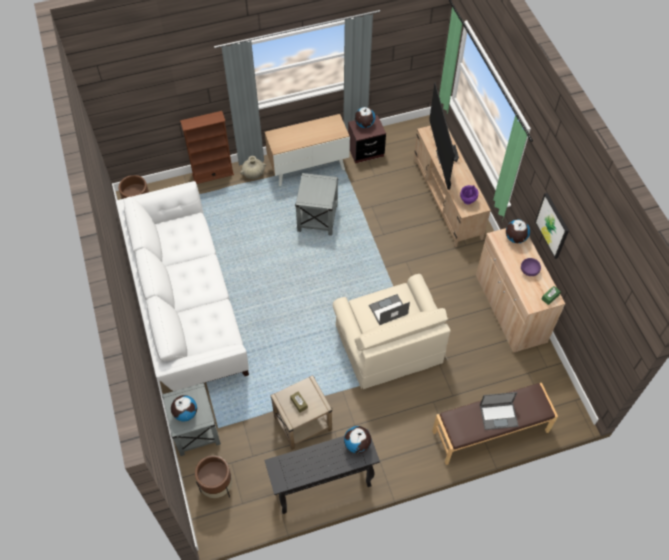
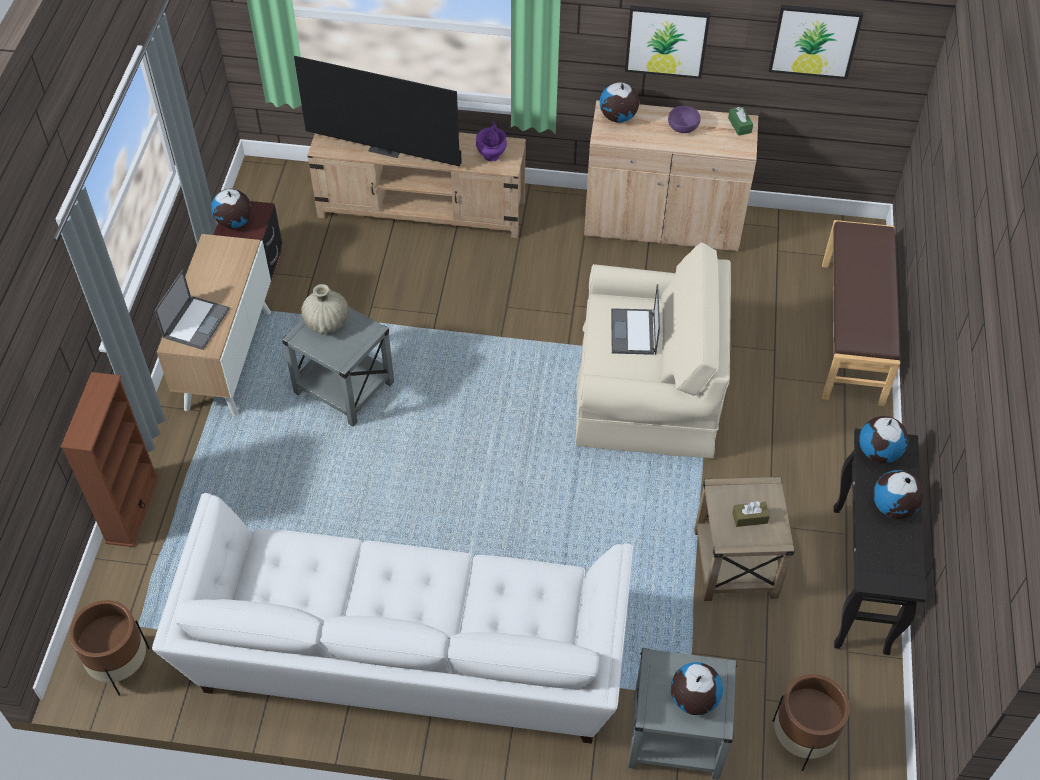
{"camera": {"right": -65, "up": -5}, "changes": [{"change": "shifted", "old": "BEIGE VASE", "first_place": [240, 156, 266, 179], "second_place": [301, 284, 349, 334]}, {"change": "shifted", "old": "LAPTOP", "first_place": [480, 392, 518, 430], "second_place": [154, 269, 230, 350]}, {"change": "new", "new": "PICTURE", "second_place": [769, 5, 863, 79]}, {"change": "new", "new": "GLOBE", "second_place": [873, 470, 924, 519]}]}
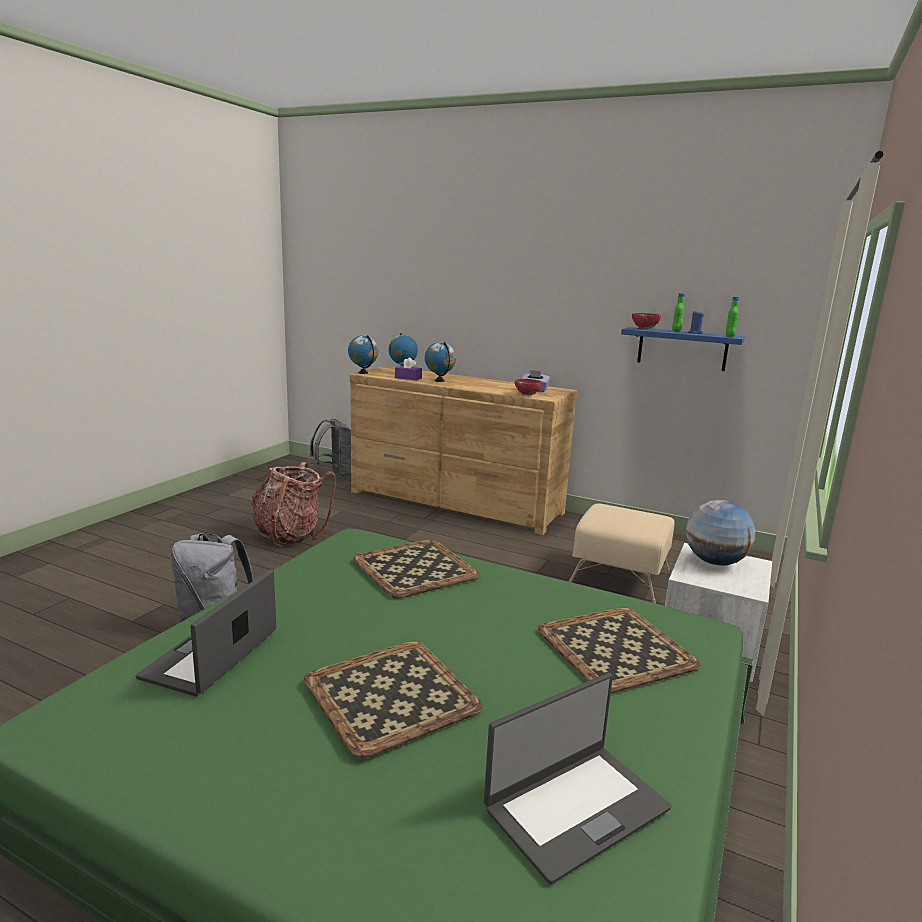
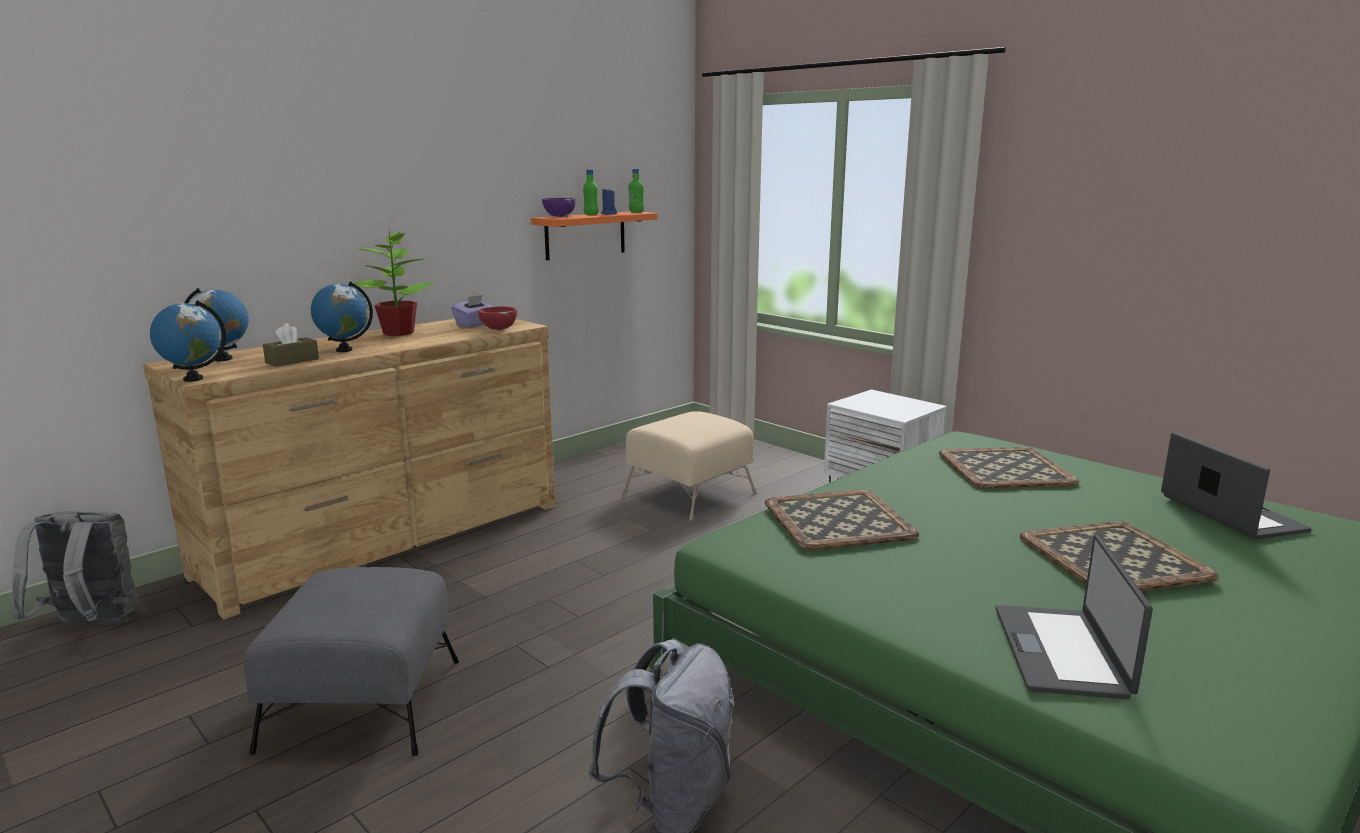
{"camera": {"right": -70, "up": 0}, "changes": [{"change": "rotated", "old": "LAPTOP", "first_place": [136, 569, 276, 696], "second_place": [996, 535, 1153, 699], "degrees": 60}, {"change": "swapped", "old": "BACKPACK", "new": "GREY OTTOMAN", "first_place": [251, 462, 336, 547], "second_place": [243, 567, 459, 756]}, {"change": "repainted", "old": "PURPLE TISSUE BOX", "new": "BROWN TISSUE BOX", "first_place": [395, 357, 422, 380], "second_place": [263, 323, 319, 367]}, {"change": "repainted", "old": "BLUE SHELF", "new": "ORANGE SHELF", "first_place": [621, 327, 745, 371], "second_place": [531, 212, 658, 260]}, {"change": "repainted", "old": "RED BOWL", "new": "PURPLE BOWL", "first_place": [632, 313, 661, 329], "second_place": [542, 198, 576, 217]}, {"change": "gone", "old": "GLOBE", "first_place": [686, 500, 756, 566]}, {"change": "new", "new": "POTTED PLANT", "second_place": [353, 232, 435, 336]}]}
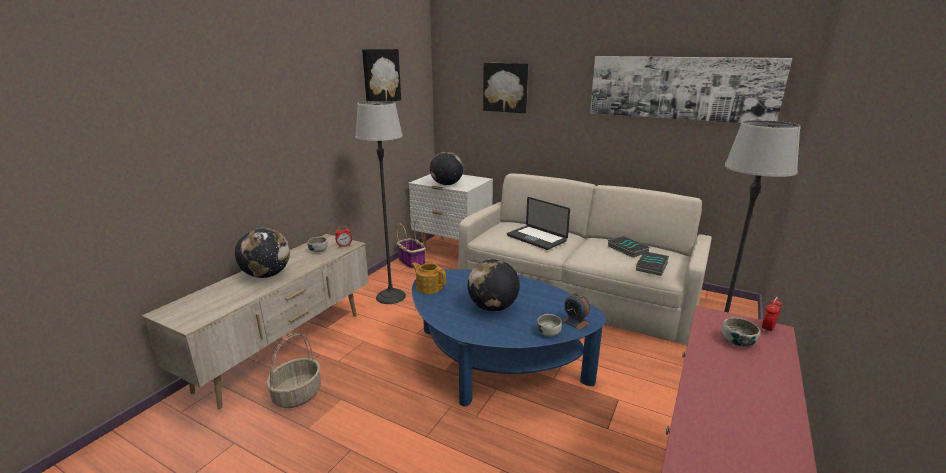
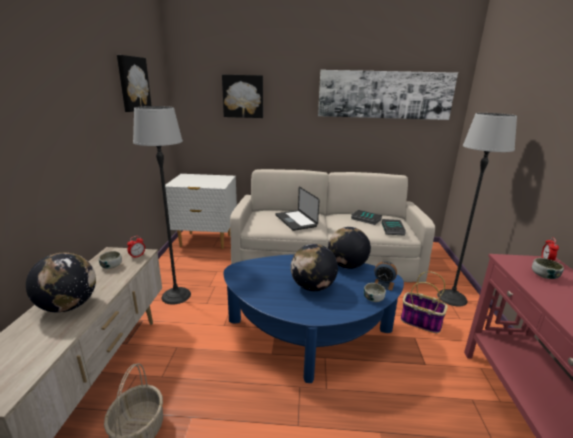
{"camera": {"right": -25, "up": 0}, "changes": [{"change": "shifted", "old": "BASKET", "first_place": [397, 220, 425, 269], "second_place": [401, 271, 448, 333]}, {"change": "gone", "old": "TEAPOT", "first_place": [411, 262, 446, 294]}, {"change": "shifted", "old": "GLOBE", "first_place": [430, 151, 463, 185], "second_place": [328, 227, 371, 269]}, {"change": "rotated", "old": "LAPTOP", "first_place": [507, 197, 570, 250], "second_place": [276, 187, 320, 231], "degrees": 45}]}
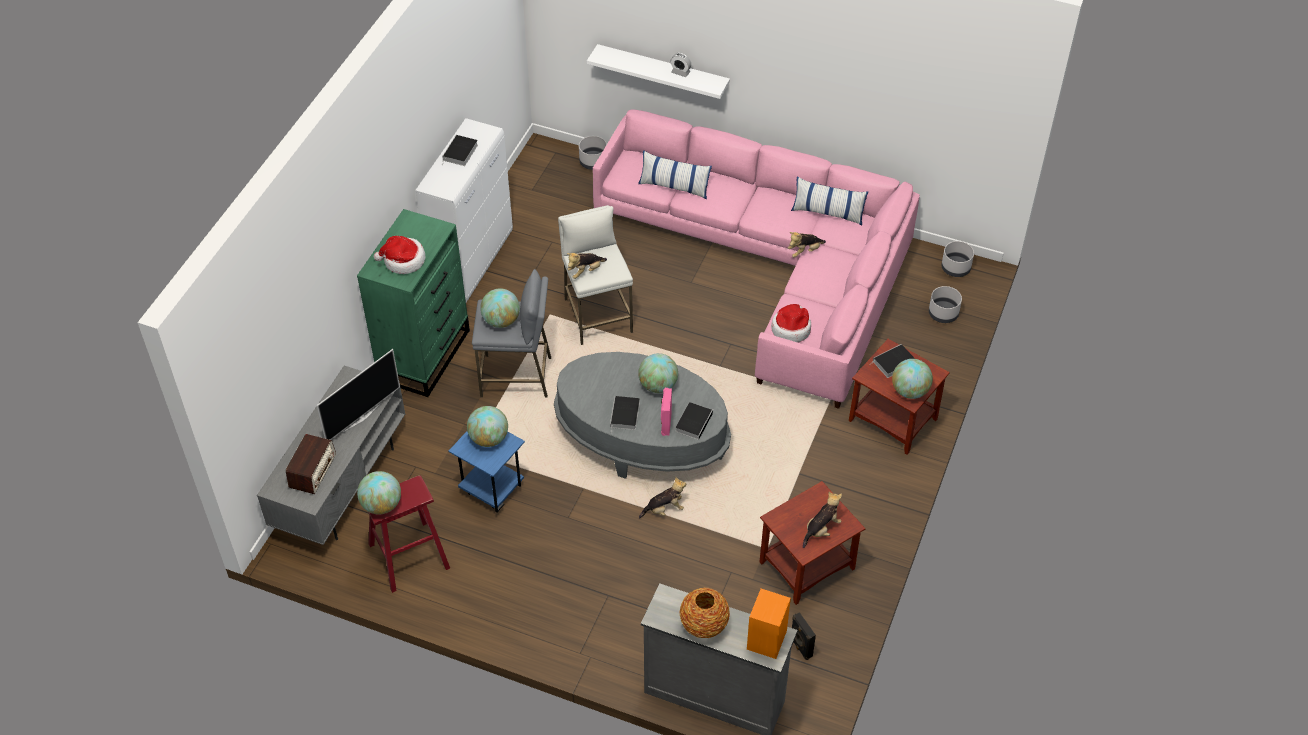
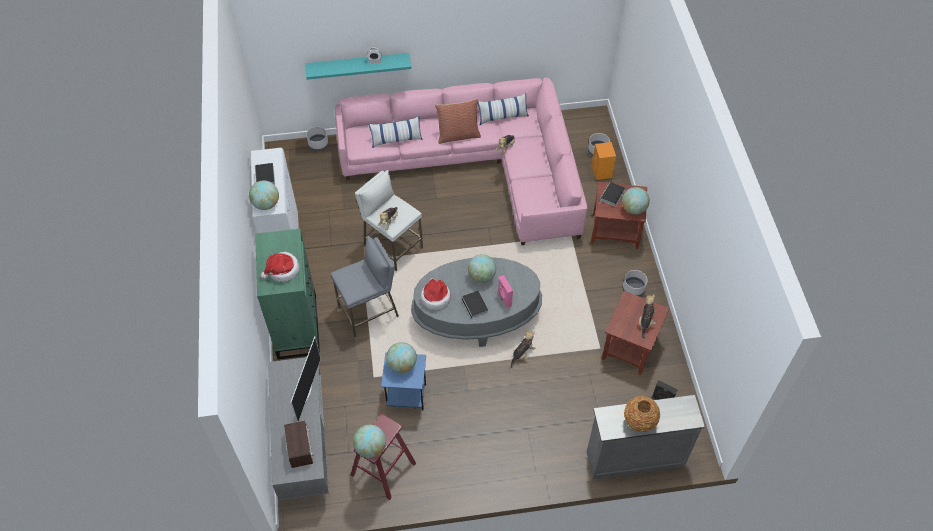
{"camera": {"right": -30, "up": 5}, "changes": [{"change": "shifted", "old": "GLOBE", "first_place": [480, 288, 520, 328], "second_place": [249, 180, 279, 210]}, {"change": "repainted", "old": "WHITE SHELF", "new": "TURQUOISE SHELF", "first_place": [587, 44, 730, 99], "second_place": [305, 53, 411, 80]}, {"change": "gone", "old": "BOOK", "first_place": [676, 402, 714, 440]}, {"change": "shifted", "old": "ORANGE SPEAKER", "first_place": [747, 589, 791, 659], "second_place": [592, 142, 616, 180]}, {"change": "shifted", "old": "HAT", "first_place": [771, 304, 811, 342], "second_place": [421, 278, 451, 310]}, {"change": "shifted", "old": "GREY PLANTER", "first_place": [941, 241, 974, 277], "second_place": [623, 270, 647, 297]}, {"change": "new", "new": "PILLOW", "second_place": [435, 99, 481, 144]}]}
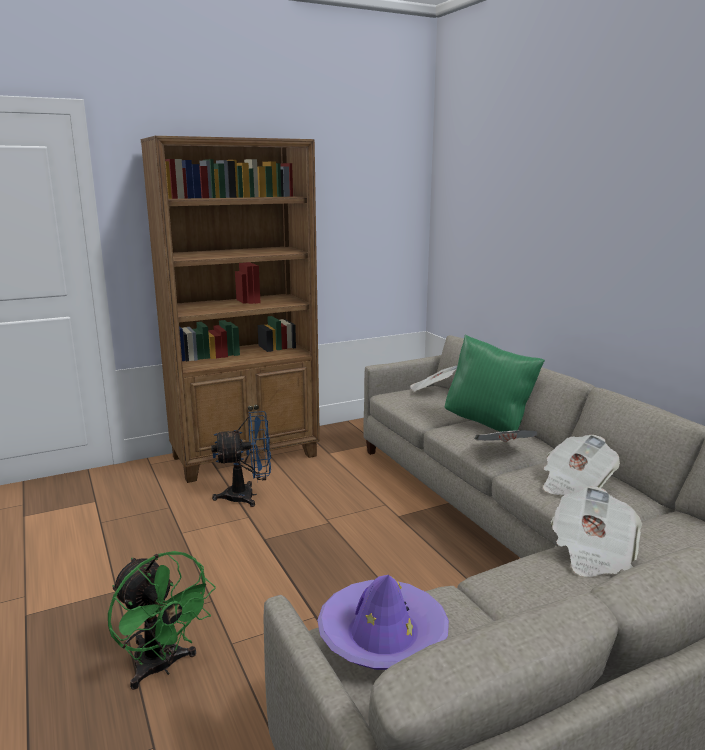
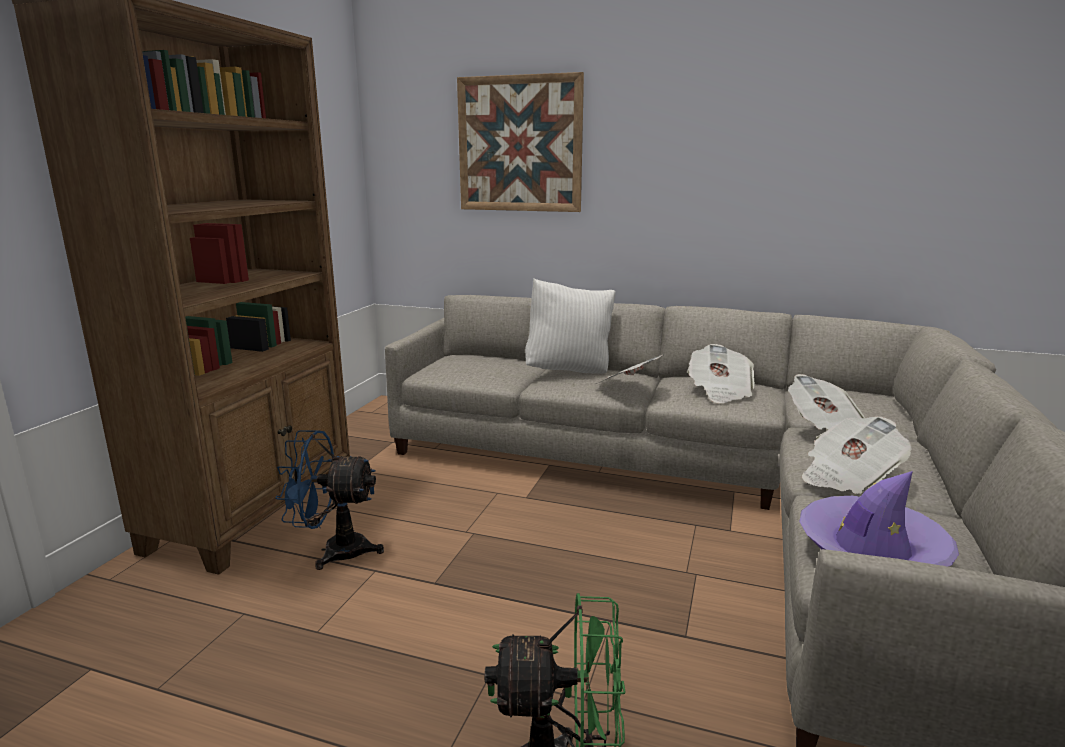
{"camera": {"right": -45, "up": 0}, "changes": [{"change": "rotated", "old": "BLUE FAN", "first_place": [211, 411, 271, 507], "second_place": [275, 430, 384, 570], "degrees": -120}, {"change": "shifted", "old": "NEWSPAPER", "first_place": [410, 365, 458, 392], "second_place": [802, 417, 911, 494]}, {"change": "repainted", "old": "GREEN PILLOW", "new": "WHITE PILLOW", "first_place": [445, 334, 545, 432], "second_place": [525, 278, 616, 373]}, {"change": "new", "new": "PICTURE", "second_place": [457, 72, 584, 212]}]}
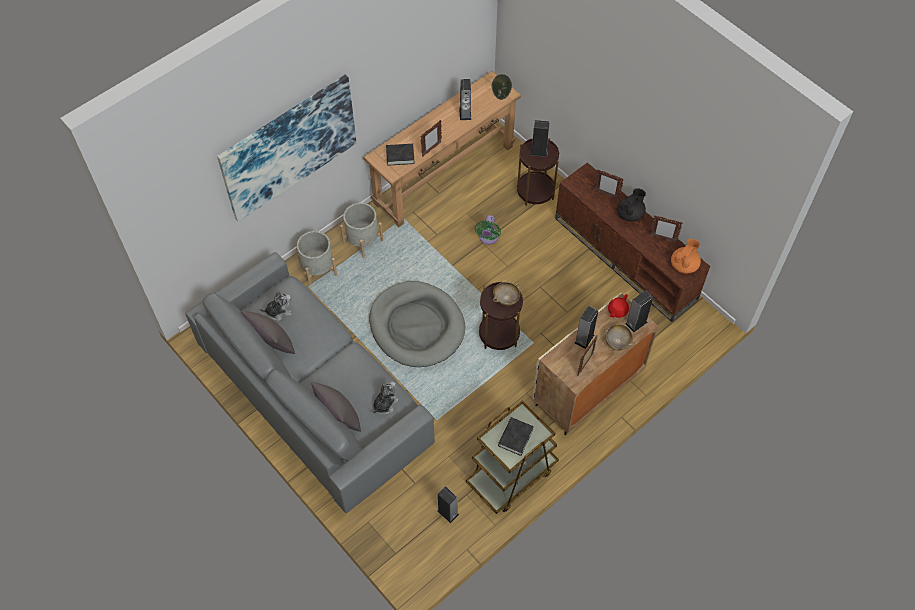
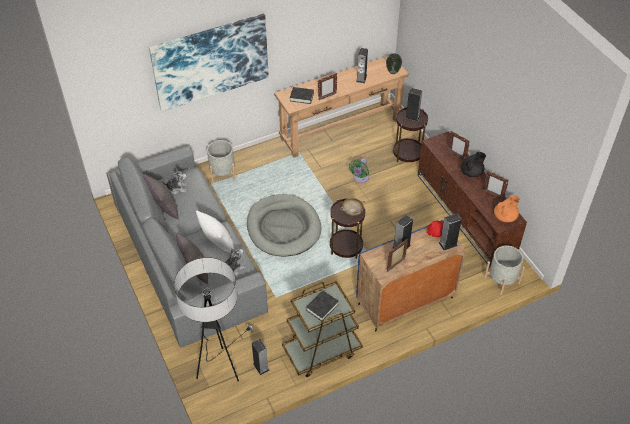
{"camera": {"right": 15, "up": -10}, "changes": [{"change": "shifted", "old": "GREY PLANTER", "first_place": [340, 203, 383, 258], "second_place": [484, 245, 525, 295]}, {"change": "repainted", "old": "BEIGE CABINET", "new": "BLUE CABINET", "first_place": [533, 292, 658, 435], "second_place": [356, 220, 466, 331]}, {"change": "gone", "old": "BEIGE BOWL", "first_place": [604, 324, 635, 351]}, {"change": "new", "new": "FLOOR LAMP", "second_place": [174, 257, 254, 382]}, {"change": "new", "new": "WHITE PILLOW", "second_place": [196, 211, 234, 253]}]}
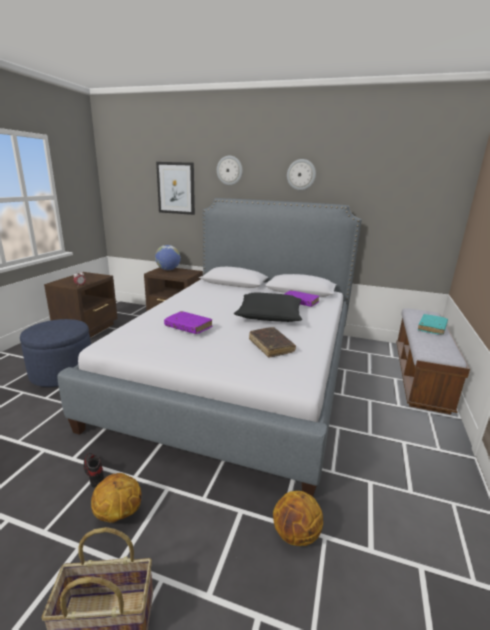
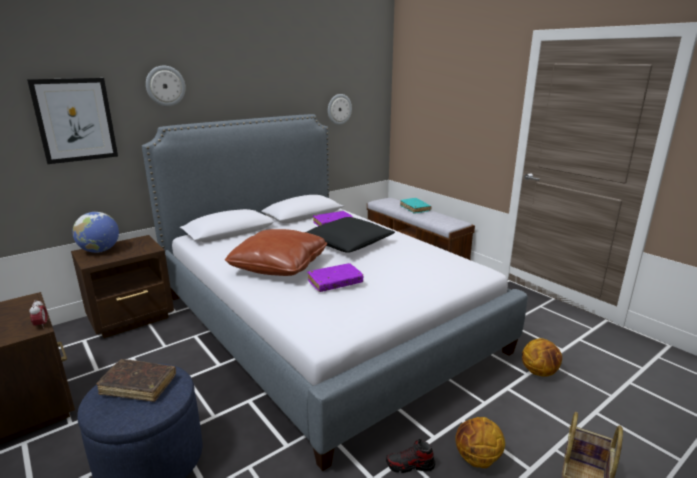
{"camera": {"right": -55, "up": 0}, "changes": [{"change": "shifted", "old": "BROWN BOOK", "first_place": [249, 327, 296, 358], "second_place": [96, 359, 176, 402]}, {"change": "shifted", "old": "WALL CLOCK", "first_place": [287, 159, 316, 190], "second_place": [328, 94, 352, 125]}, {"change": "new", "new": "BROWN PILLOW", "second_place": [225, 229, 327, 276]}]}
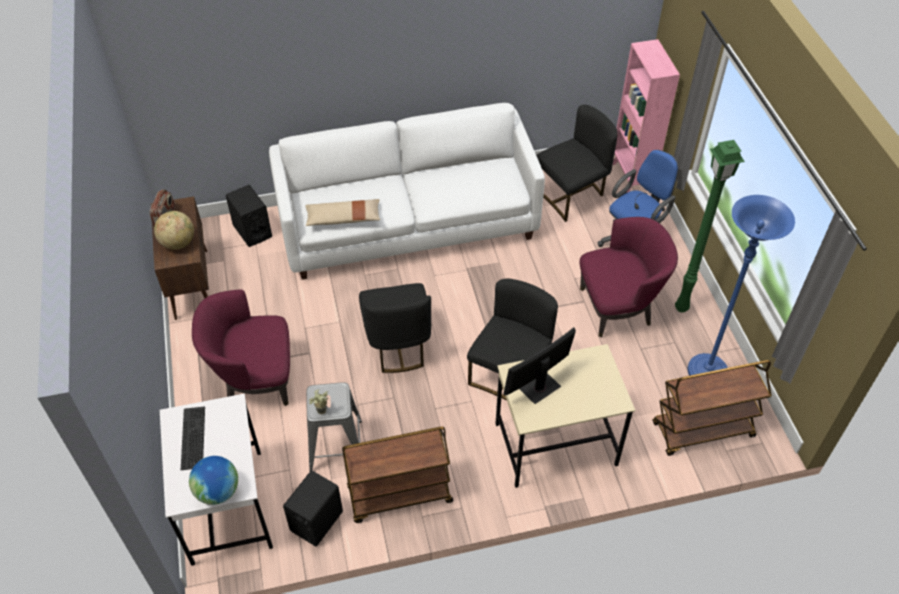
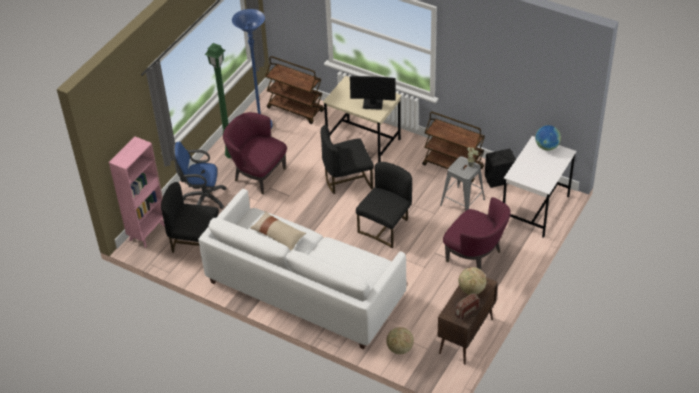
{"camera": {"right": -135, "up": -5}, "changes": [{"change": "gone", "old": "KEYBOARD", "first_place": [181, 406, 205, 470]}, {"change": "swapped", "old": "BLACK SPEAKER", "new": "GLOBE", "first_place": [226, 185, 272, 247], "second_place": [386, 327, 414, 354]}, {"change": "shifted", "old": "BEIGE PILLOW", "first_place": [305, 199, 380, 226], "second_place": [250, 211, 306, 250]}]}
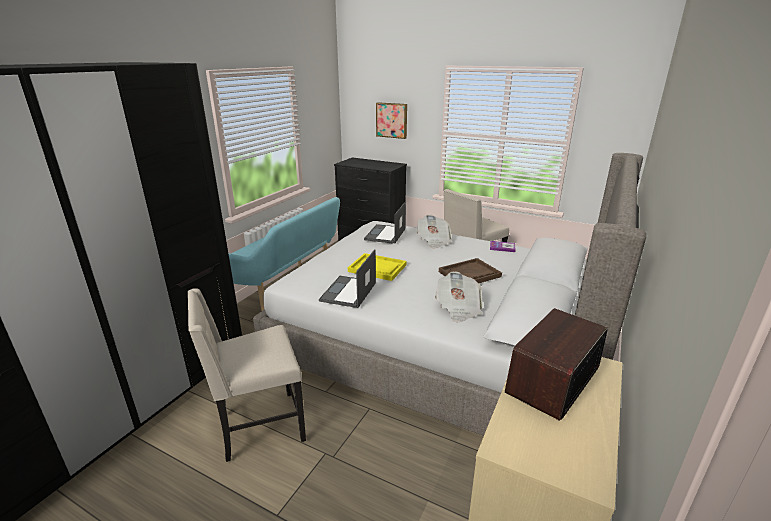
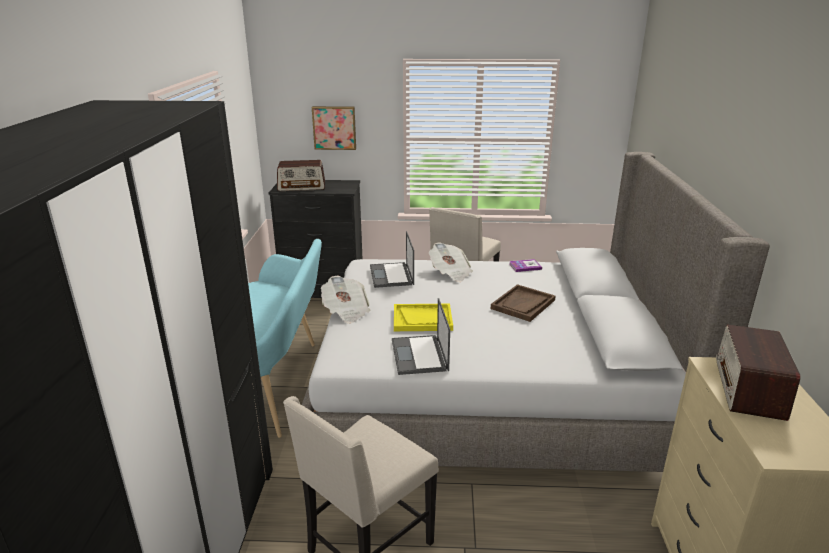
{"camera": {"right": -25, "up": 0}, "changes": [{"change": "shifted", "old": "NEWSPAPER", "first_place": [435, 272, 483, 323], "second_place": [321, 276, 371, 324]}, {"change": "new", "new": "RADIO", "second_place": [277, 160, 325, 191]}]}
